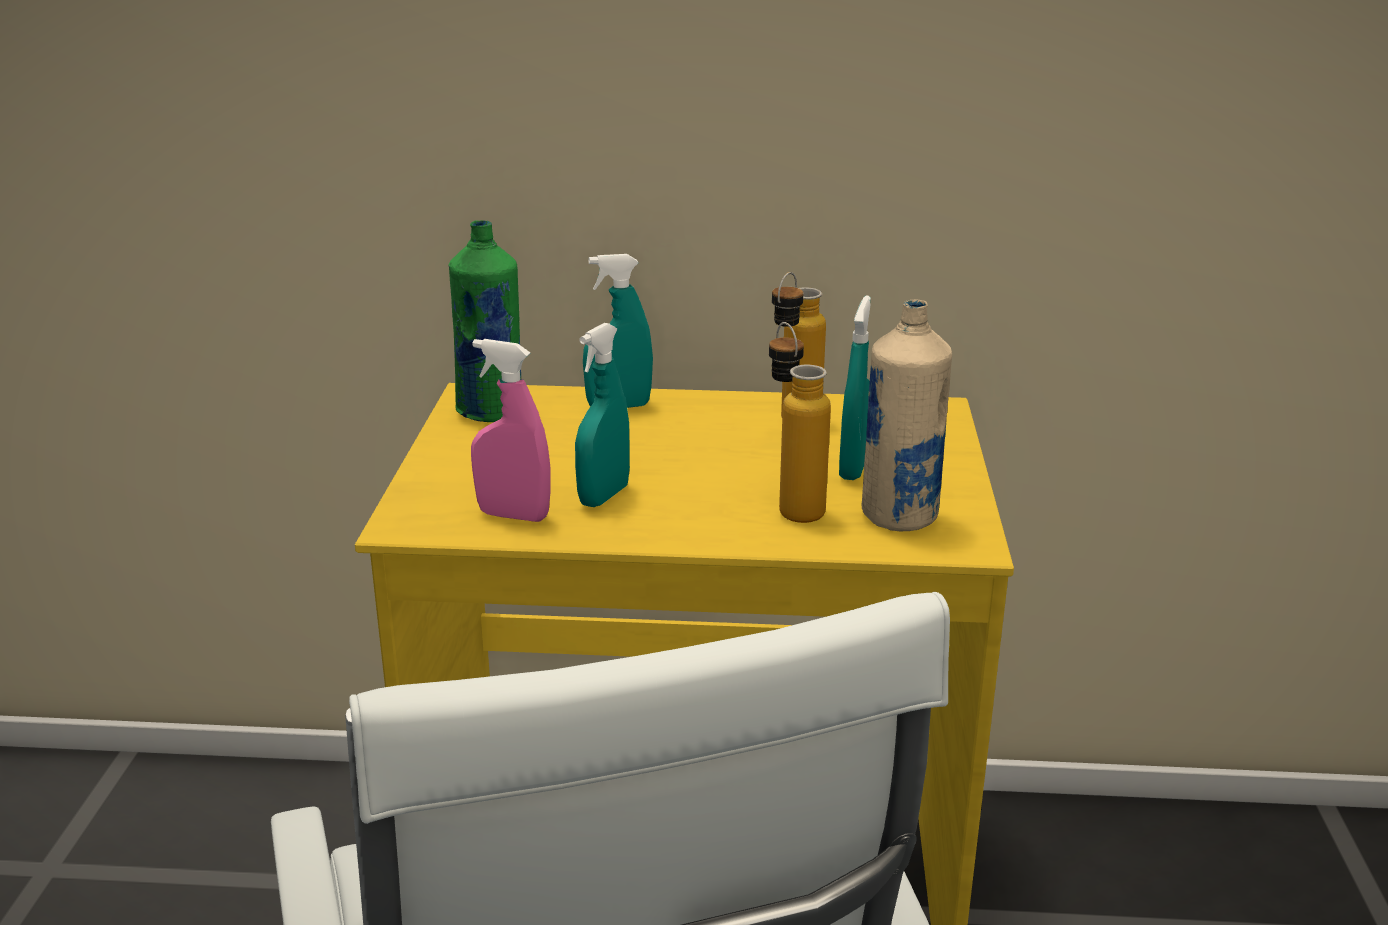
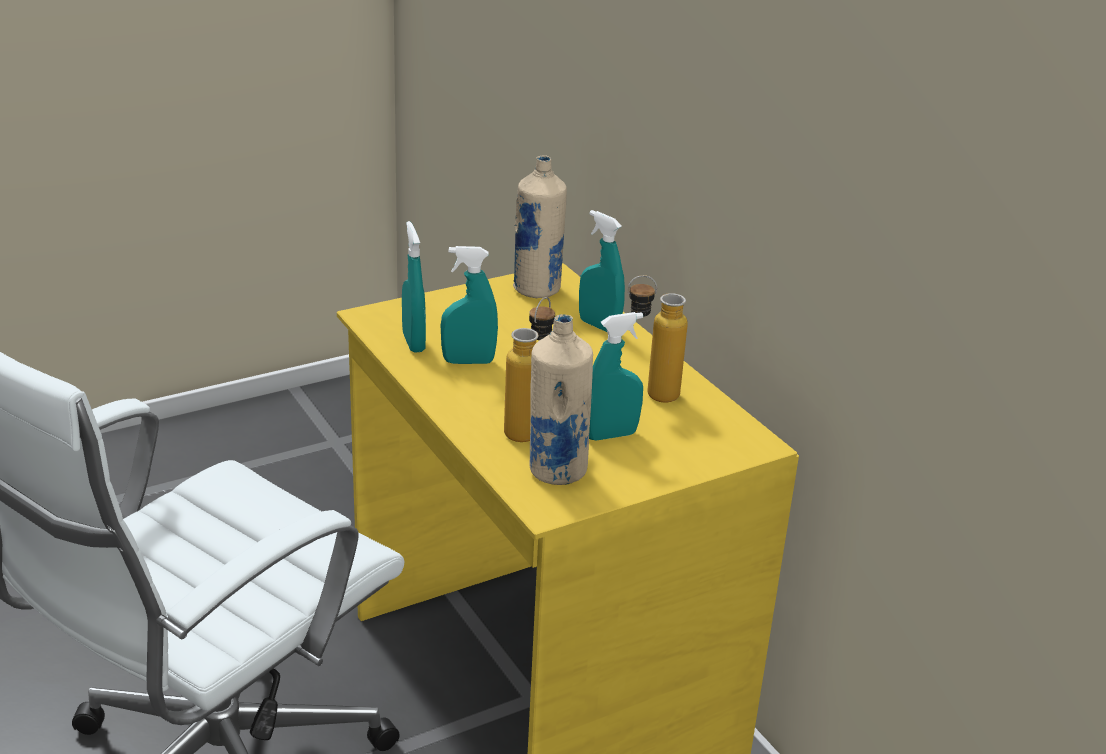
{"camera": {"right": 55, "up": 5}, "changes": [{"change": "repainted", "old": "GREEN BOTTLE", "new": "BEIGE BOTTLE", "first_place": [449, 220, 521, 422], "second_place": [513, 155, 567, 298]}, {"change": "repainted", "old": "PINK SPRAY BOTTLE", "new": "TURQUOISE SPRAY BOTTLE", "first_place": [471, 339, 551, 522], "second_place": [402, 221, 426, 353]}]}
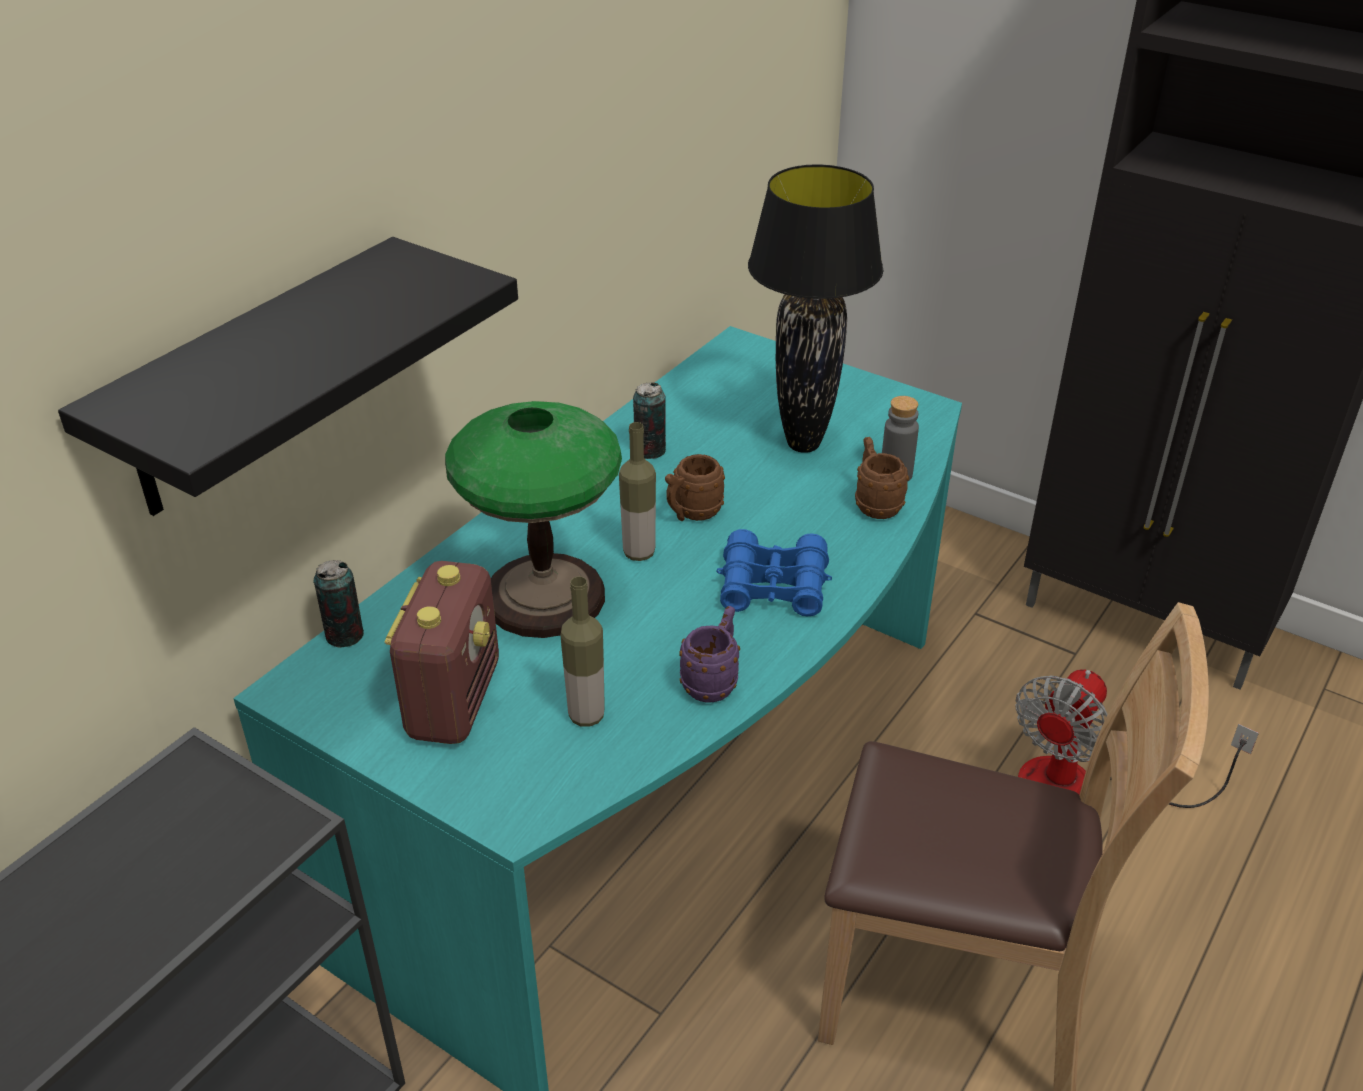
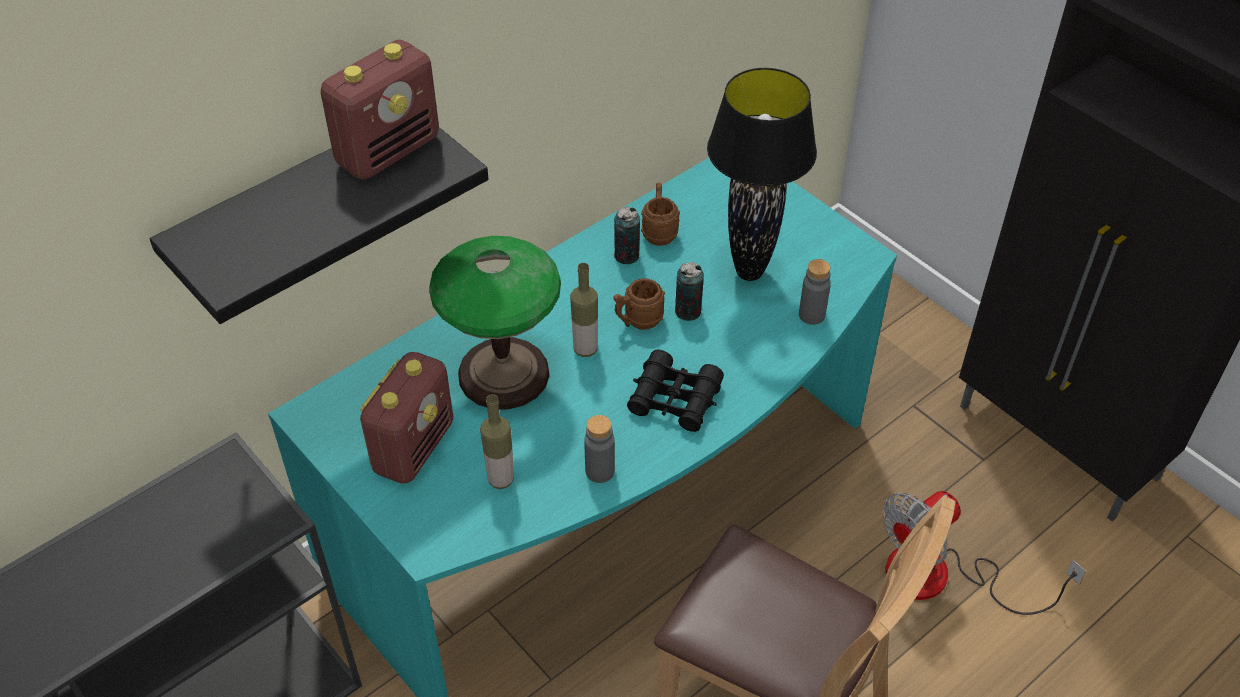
{"camera": {"right": 15, "up": 10}, "changes": [{"change": "shifted", "old": "CAN", "first_place": [313, 560, 364, 648], "second_place": [675, 262, 704, 321]}, {"change": "swapped", "old": "PURPLE MUG", "new": "GREY BOTTLE", "first_place": [679, 606, 740, 703], "second_place": [584, 415, 615, 483]}, {"change": "repainted", "old": "BLUE BINOCULARS", "new": "BLACK BINOCULARS", "first_place": [716, 529, 832, 616], "second_place": [627, 349, 724, 432]}, {"change": "shifted", "old": "BROWN MUG", "first_place": [855, 437, 909, 519], "second_place": [641, 183, 680, 246]}, {"change": "new", "new": "RADIO", "second_place": [320, 39, 439, 180]}]}
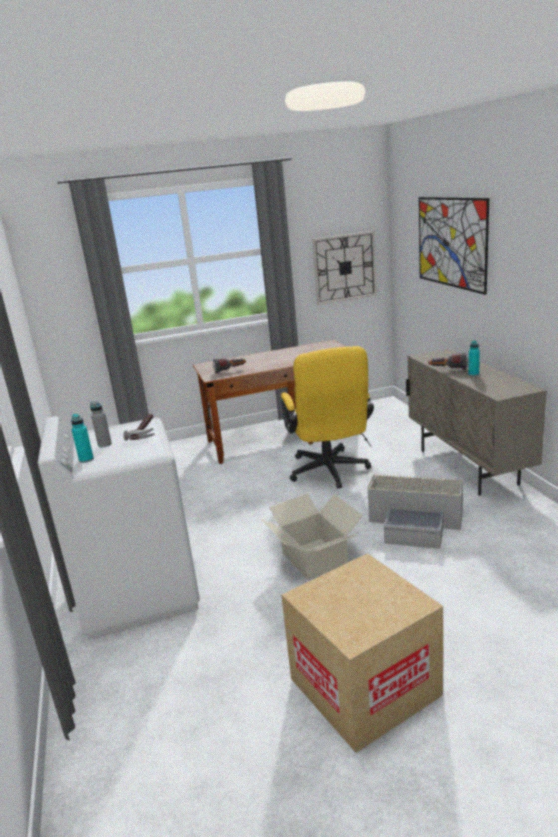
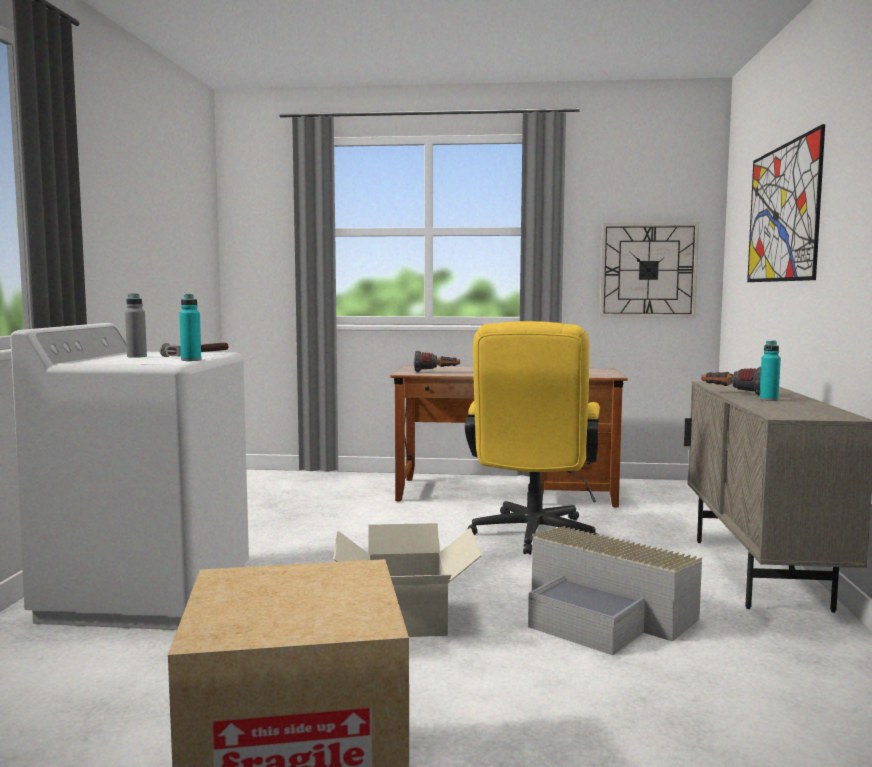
{"camera": {"right": 20, "up": -15}, "changes": [{"change": "shifted", "old": "TURQUOISE BOTTLE", "first_place": [71, 414, 94, 463], "second_place": [179, 294, 201, 361]}]}
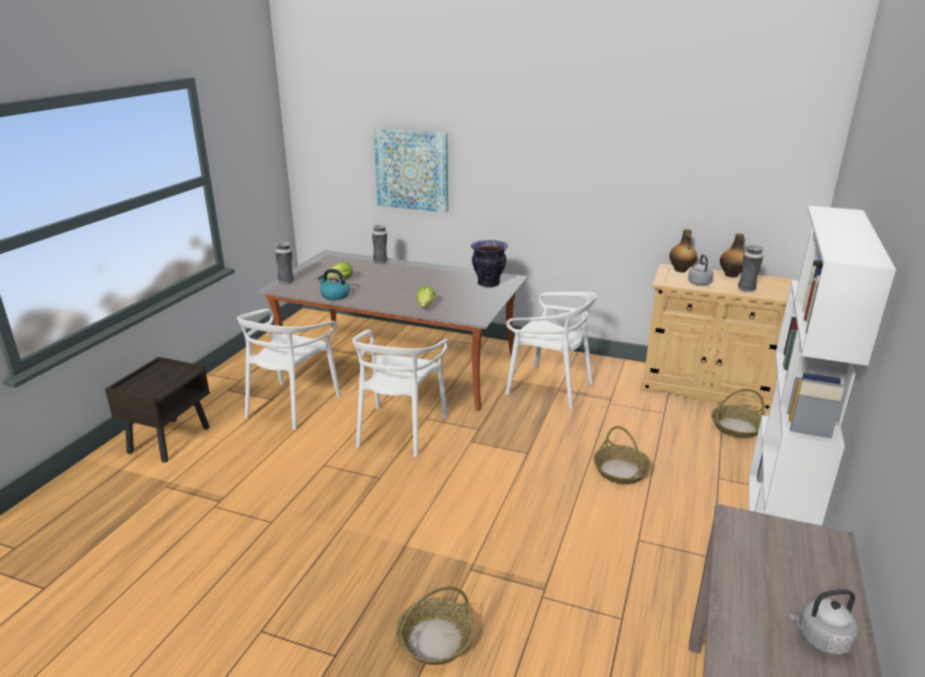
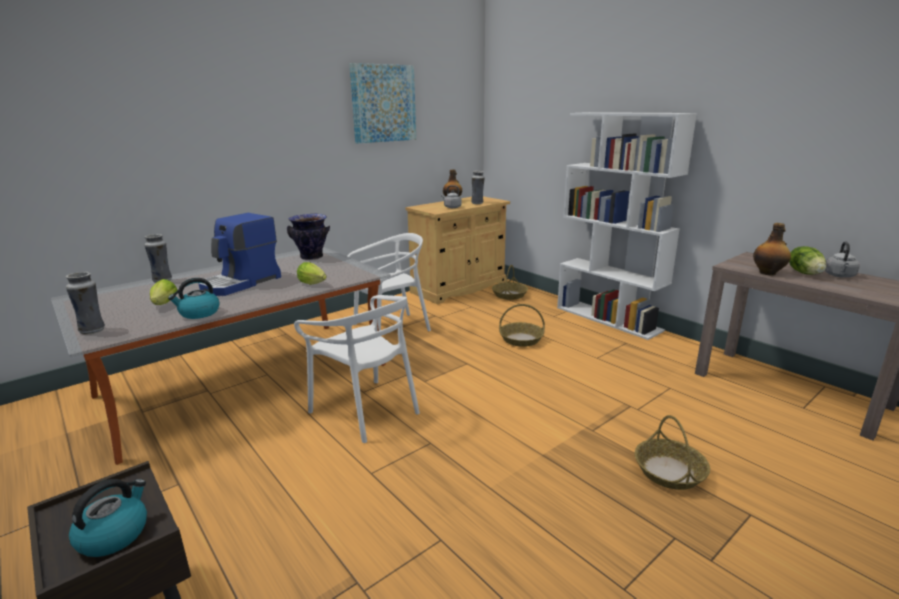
{"camera": {"right": -60, "up": -5}, "changes": [{"change": "gone", "old": "WHITE CHAIR", "first_place": [237, 309, 341, 430]}, {"change": "shifted", "old": "PICTURE", "first_place": [373, 128, 448, 212], "second_place": [349, 63, 416, 143]}, {"change": "shifted", "old": "BOTTLE", "first_place": [669, 229, 697, 272], "second_place": [753, 223, 791, 275]}, {"change": "new", "new": "KETTLE", "second_place": [69, 479, 147, 557]}, {"change": "new", "new": "COFFEE MACHINE", "second_place": [199, 213, 281, 296]}, {"change": "new", "new": "LETTUCE", "second_place": [789, 246, 826, 275]}]}
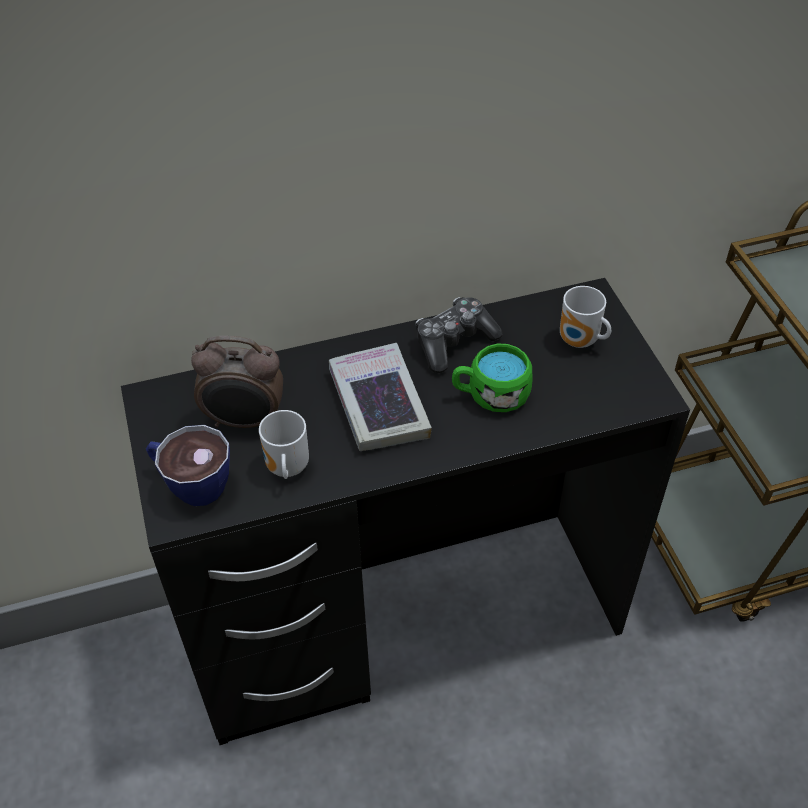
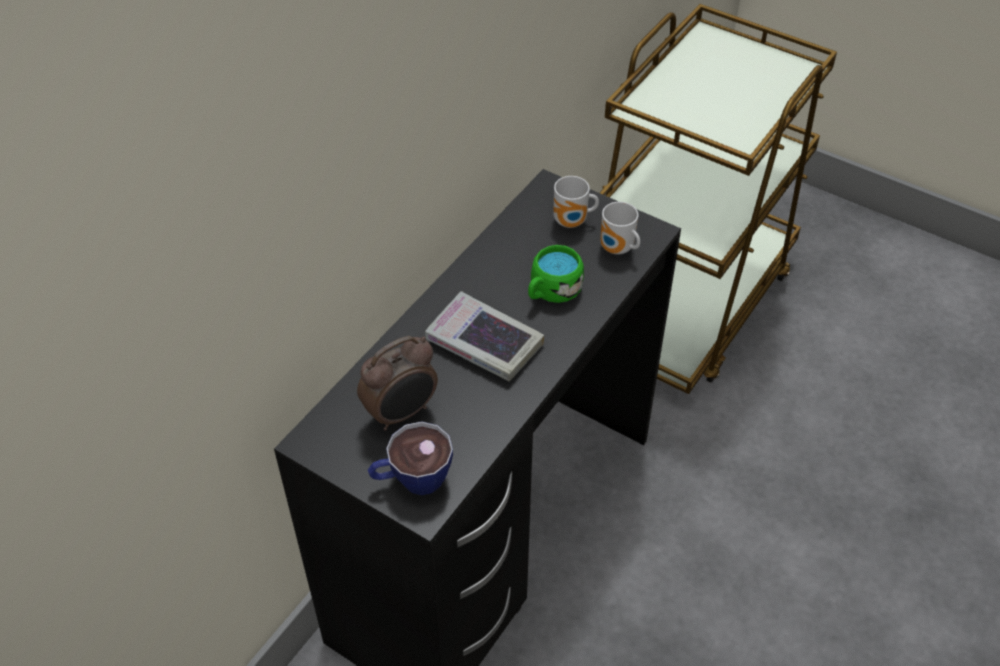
{"camera": {"right": -40, "up": 0}, "changes": [{"change": "shifted", "old": "MUG", "first_place": [259, 410, 309, 479], "second_place": [600, 202, 640, 255]}, {"change": "gone", "old": "GAME CONTROLLER", "first_place": [416, 297, 502, 373]}]}
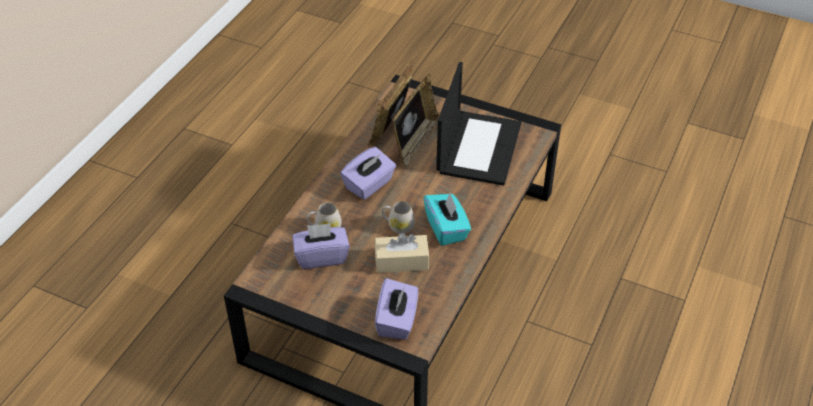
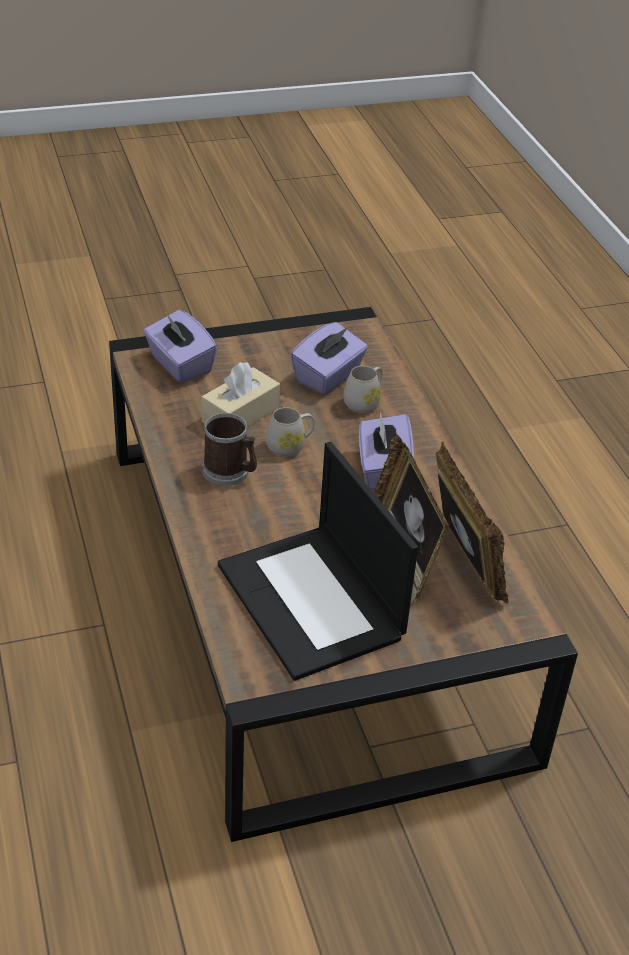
{"camera": {"right": 135, "up": -5}, "changes": [{"change": "swapped", "old": "TURQUOISE TISSUE BOX", "new": "MUG", "first_place": [424, 193, 471, 246], "second_place": [202, 413, 257, 486]}]}
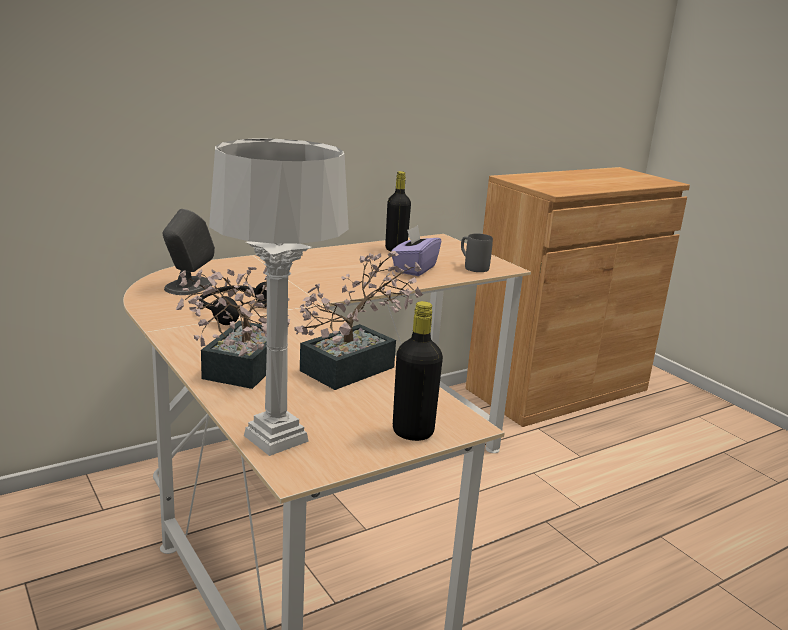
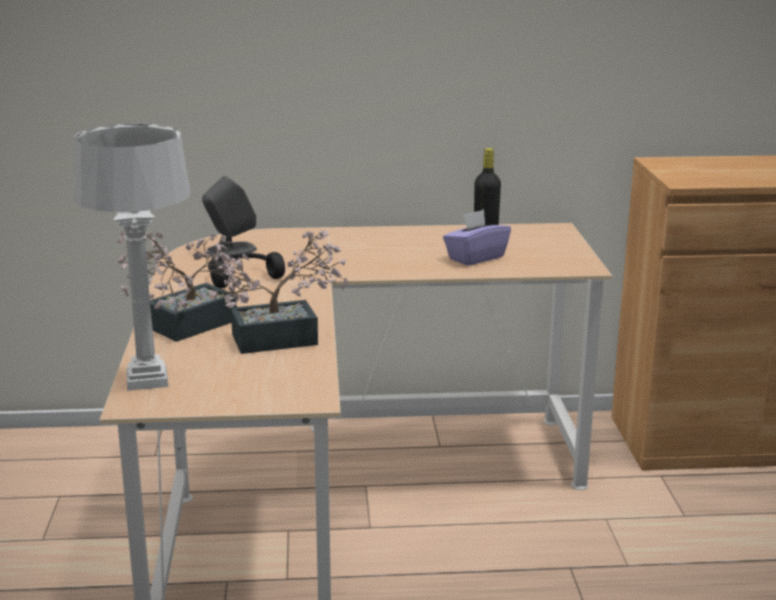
{"camera": {"right": 30, "up": 0}, "changes": [{"change": "gone", "old": "BLACK BOTTLE", "first_place": [393, 301, 443, 441]}, {"change": "gone", "old": "GREY MUG", "first_place": [461, 234, 493, 272]}]}
